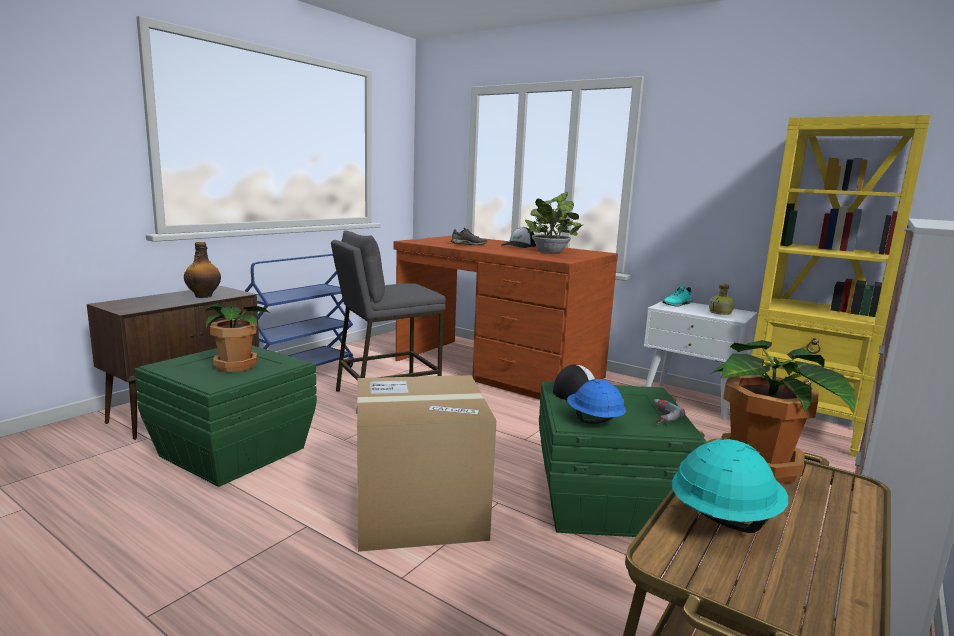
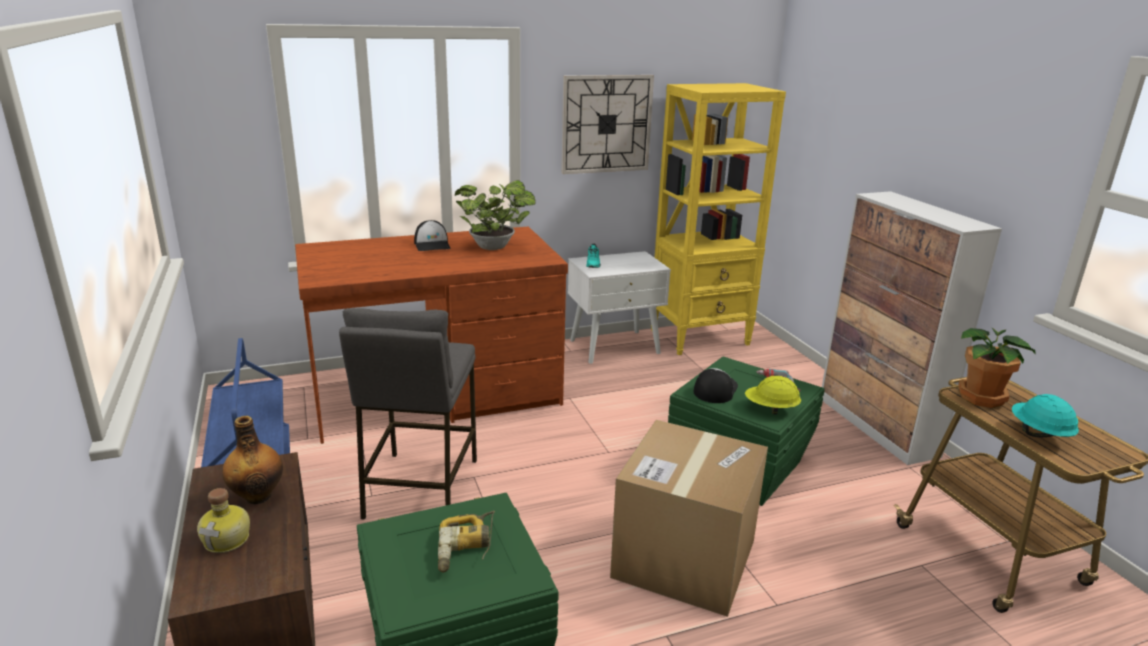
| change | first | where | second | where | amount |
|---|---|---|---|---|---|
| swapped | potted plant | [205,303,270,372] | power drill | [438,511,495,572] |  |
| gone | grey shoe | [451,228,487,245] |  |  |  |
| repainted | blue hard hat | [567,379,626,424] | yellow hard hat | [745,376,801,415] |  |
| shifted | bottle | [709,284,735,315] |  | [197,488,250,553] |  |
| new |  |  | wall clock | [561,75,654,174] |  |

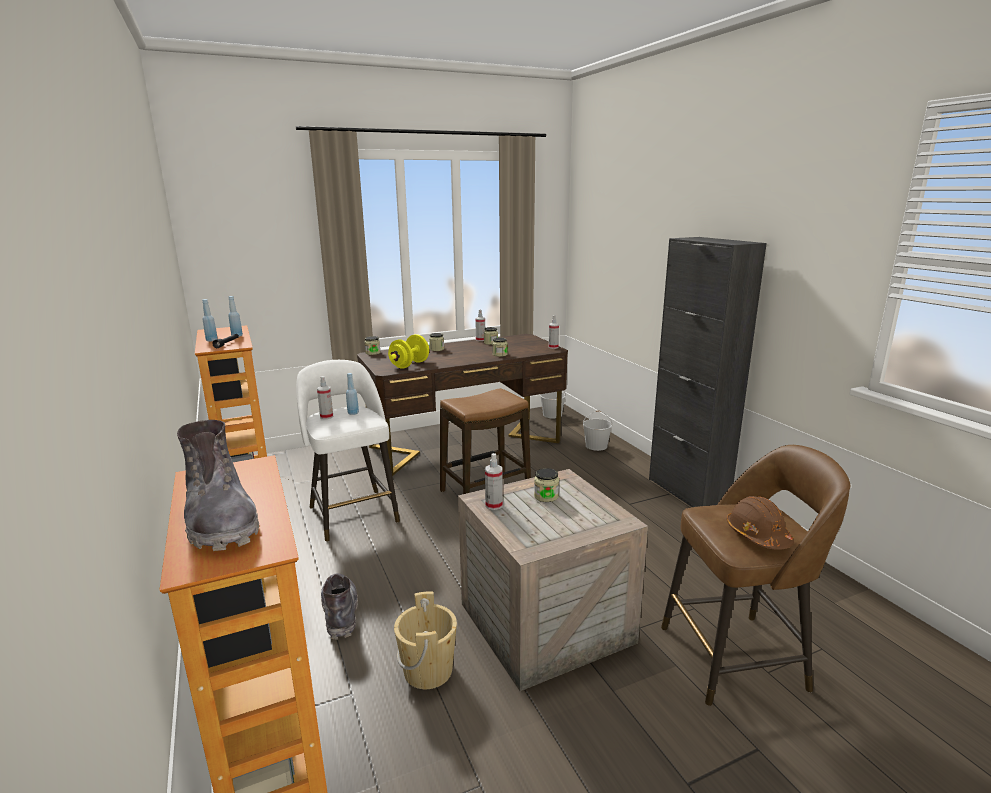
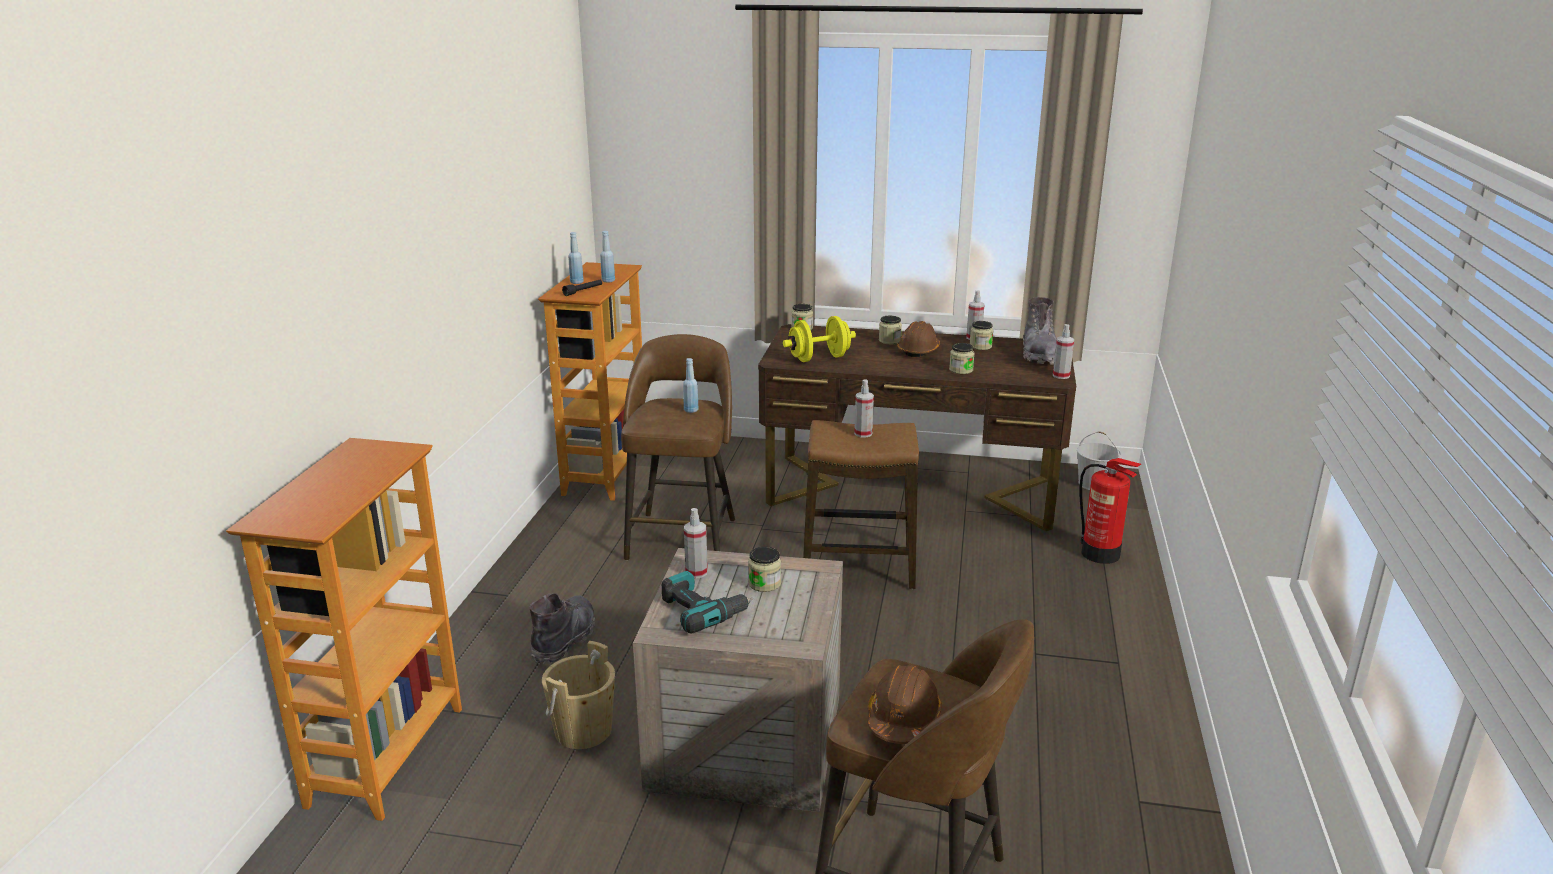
| change | first | where | second | where | amount |
|---|---|---|---|---|---|
| shifted | grey boot | [177,420,259,551] |  | [1023,297,1057,365] |  |
| repainted | white stool | [296,360,400,542] | brown stool | [621,334,735,560] |  |
| shifted | spray bottle | [317,376,333,419] |  | [854,379,874,437] |  |
| swapped | white bucket | [583,411,612,451] | fire extinguisher | [1079,458,1141,564] |  |
| gone | black cabinet | [649,237,767,507] |  |  |  |
| new |  |  | power drill | [662,571,753,633] |  |
| new |  |  | brown hard hat | [897,321,940,357] |  |

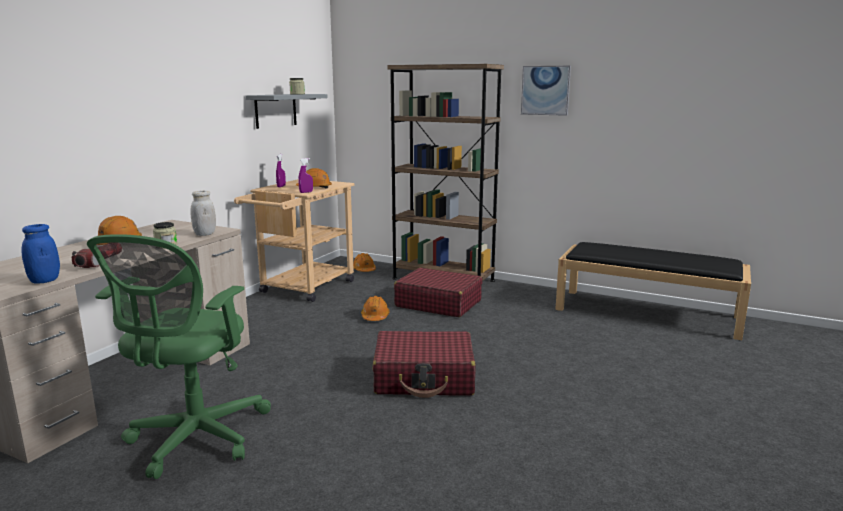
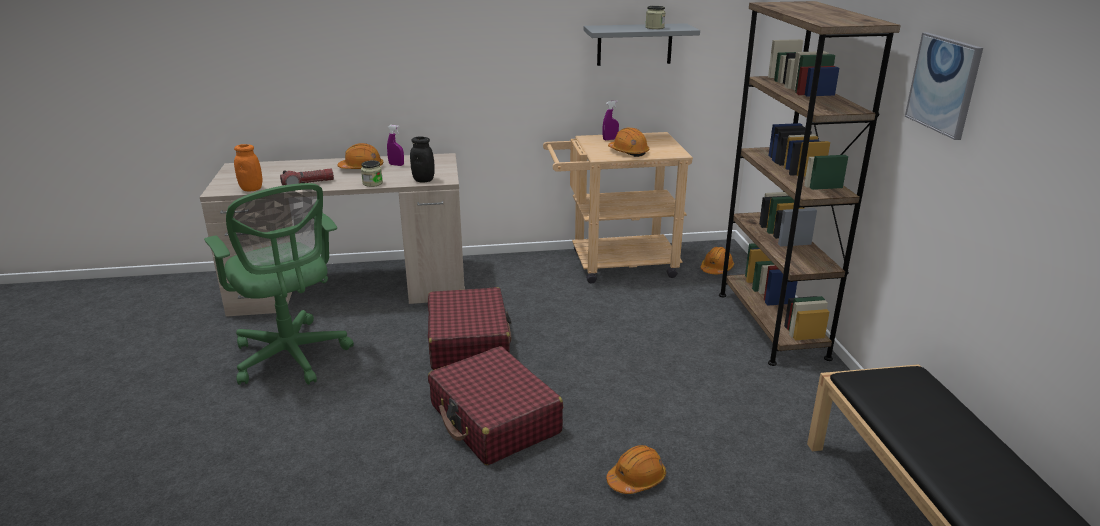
| change | first | where | second | where | amount |
|---|---|---|---|---|---|
| repainted | blue jar | [21,224,60,283] | orange jar | [234,144,262,191] |  |
| rotated | green office chair | [87,234,271,479] |  | [204,183,354,385] | 105 degrees counterclockwise |
| repainted | white jar | [190,190,216,236] | black jar | [410,137,435,183] |  |
| shifted | purple spray bottle | [298,158,313,193] |  | [387,125,404,166] |  |
| shifted | orange hard hat | [361,296,390,321] |  | [606,445,666,494] |  |
| shifted | red suitcase | [394,268,482,317] |  | [428,287,511,370] |  |

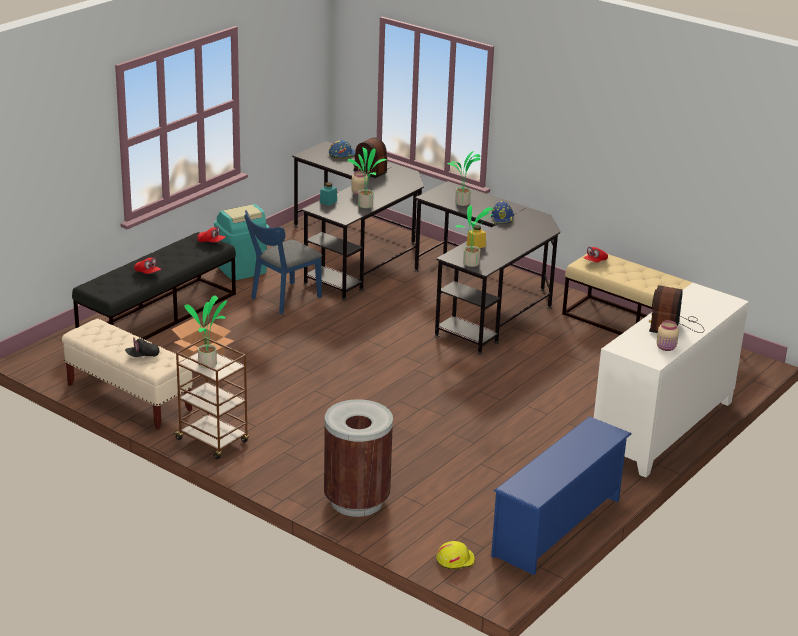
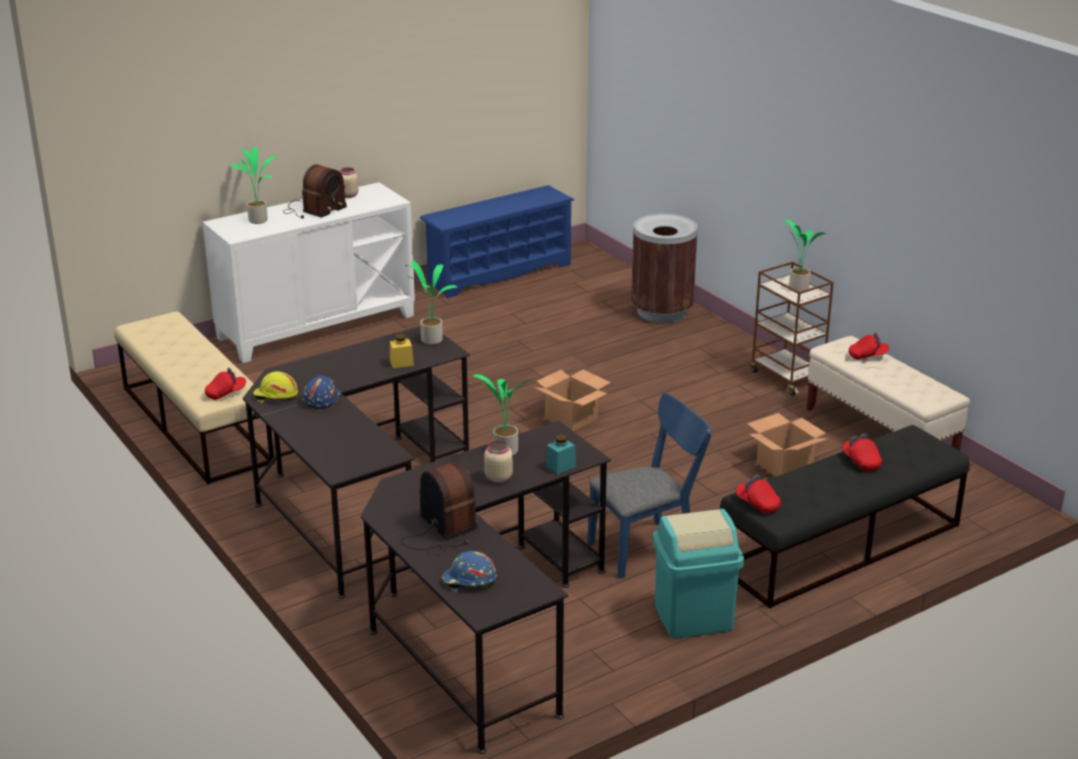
| change | first | where | second | where | amount |
|---|---|---|---|---|---|
| repainted | black cap | [125,337,159,357] | red cap | [849,332,889,360] |  |
| shifted | yellow hard hat | [436,541,475,569] |  | [253,371,298,403] |  |
| shifted | potted plant | [447,151,480,206] |  | [231,147,277,224] |  |
| new |  |  | cardboard box | [534,370,611,431] |  |

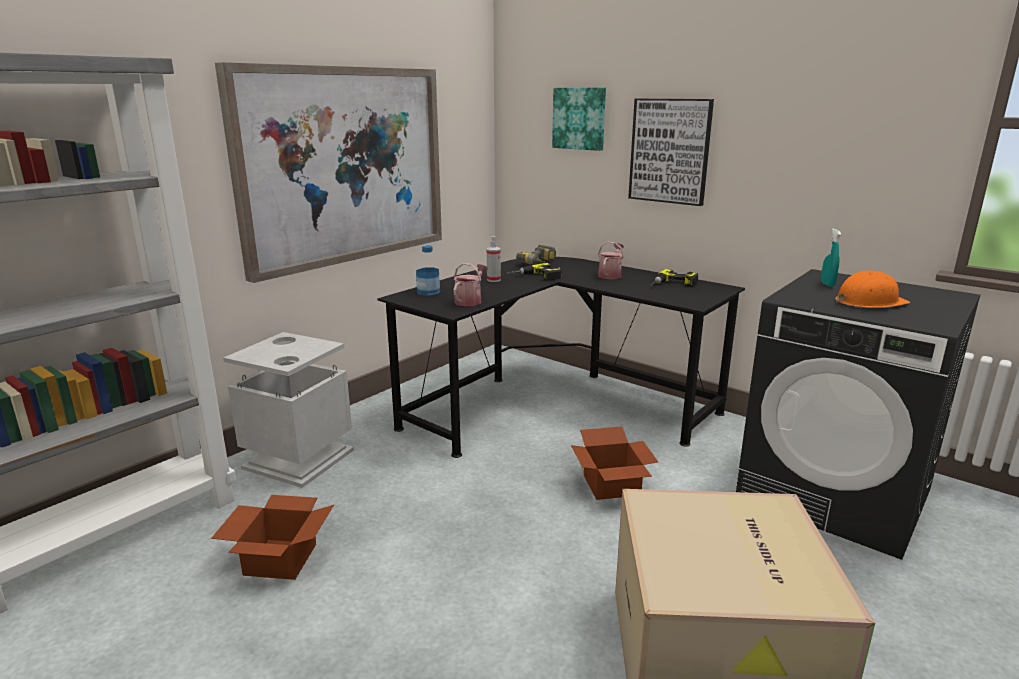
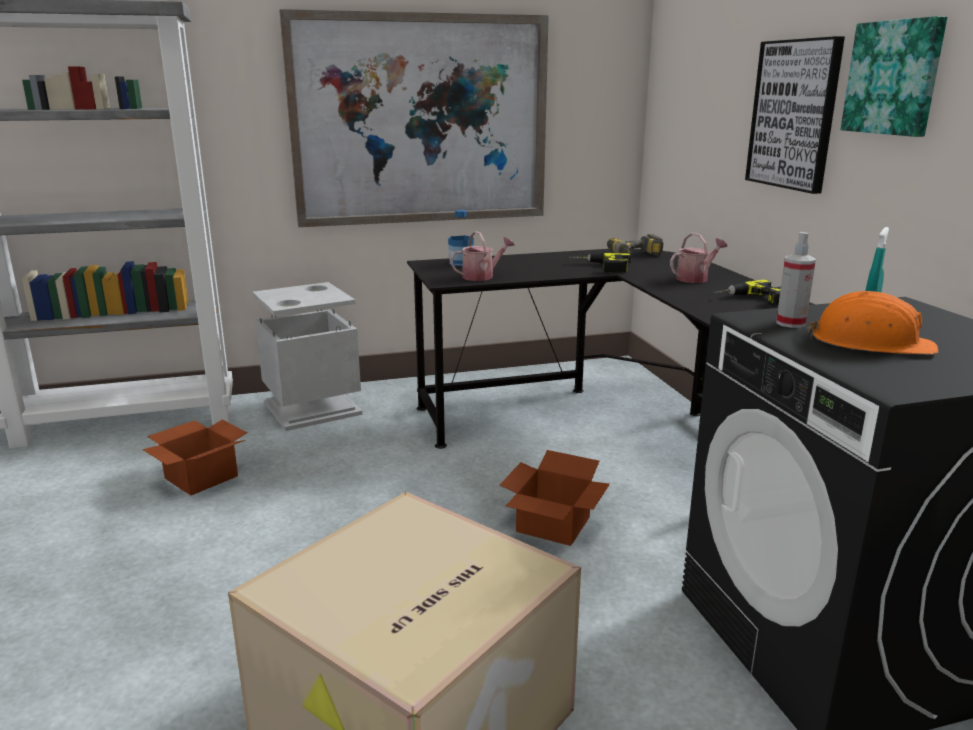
| change | first | where | second | where | amount |
|---|---|---|---|---|---|
| shifted | spray bottle | [487,236,501,282] |  | [776,232,816,328] |  |
| shifted | picture | [552,88,606,151] |  | [841,16,947,137] |  |

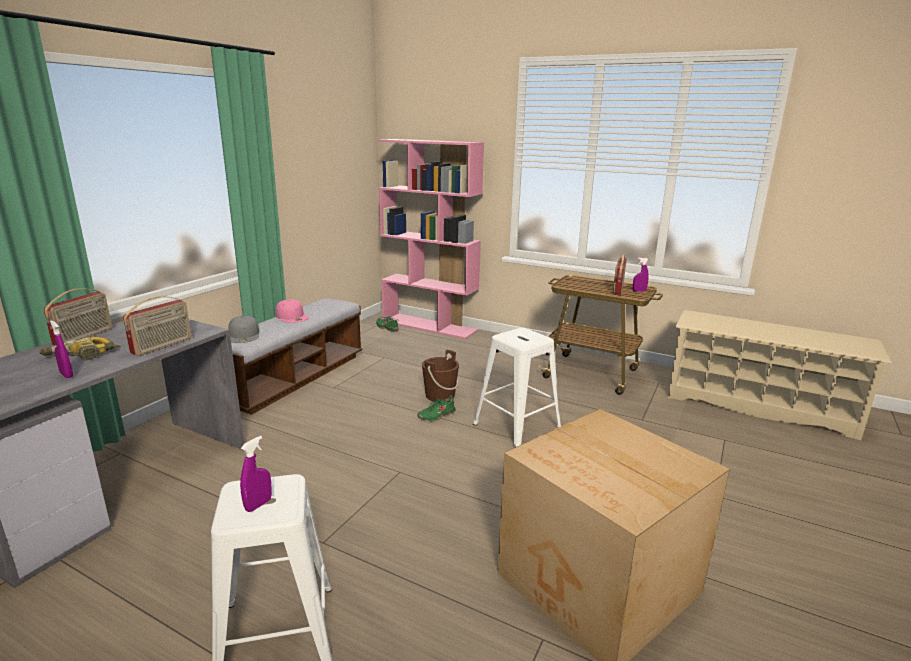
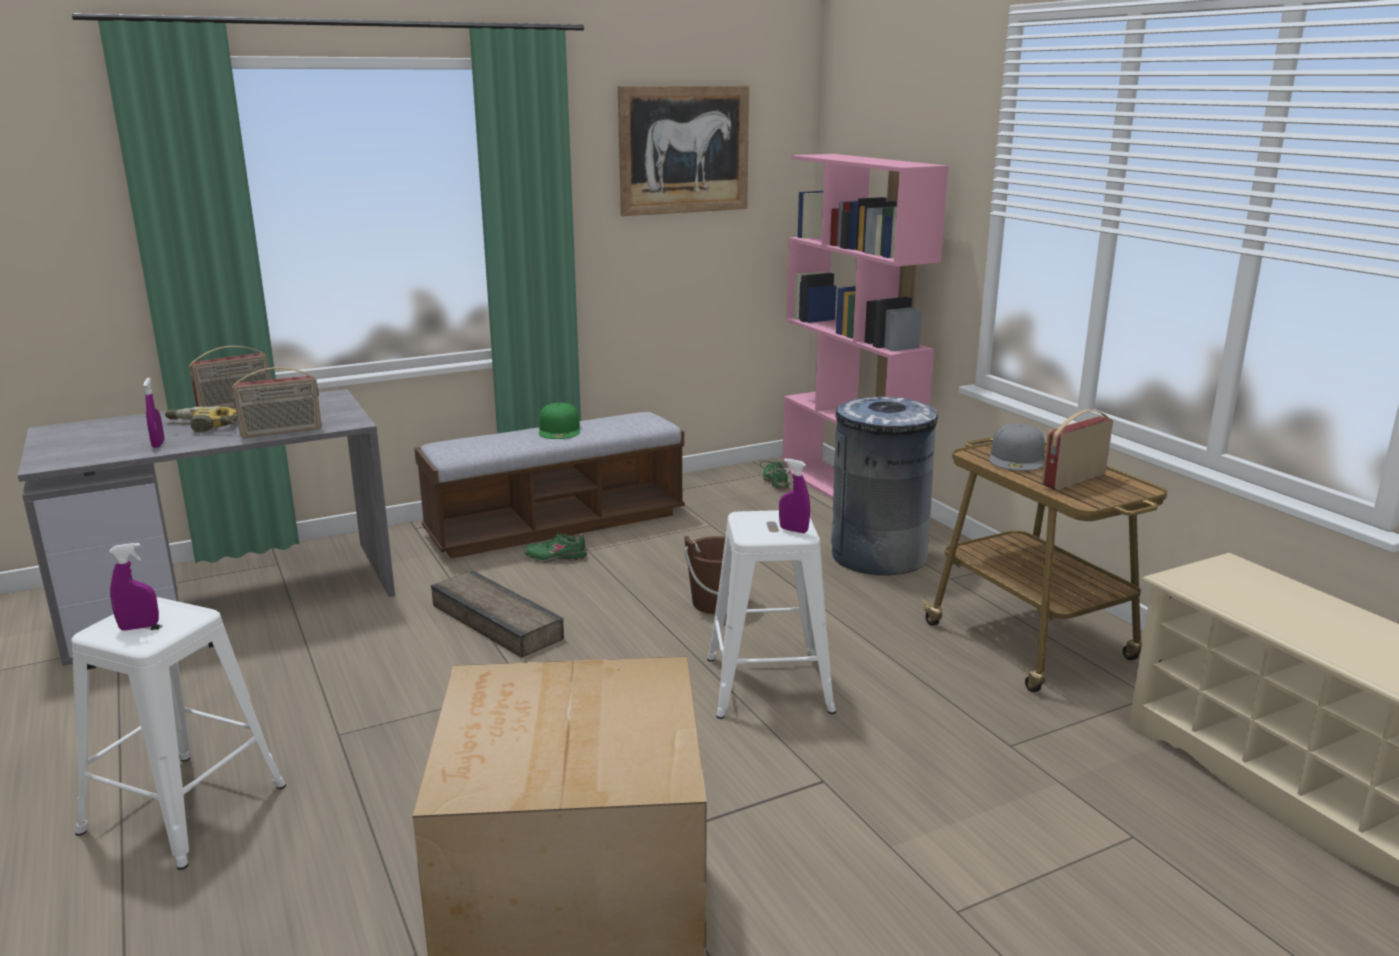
| change | first | where | second | where | amount |
|---|---|---|---|---|---|
| shifted | grey cap | [228,316,259,343] |  | [989,423,1045,471] |  |
| repainted | pink cap | [276,299,309,323] | green cap | [539,403,580,439] |  |
| shifted | green shoe | [417,396,456,421] |  | [524,533,587,562] |  |
| shifted | purple spray bottle | [633,258,649,292] |  | [779,459,810,533] |  |
| new |  |  | crate | [431,570,564,658] |  |
| new |  |  | picture | [618,86,749,216] |  |
| new |  |  | grey trash can | [831,397,938,575] |  |

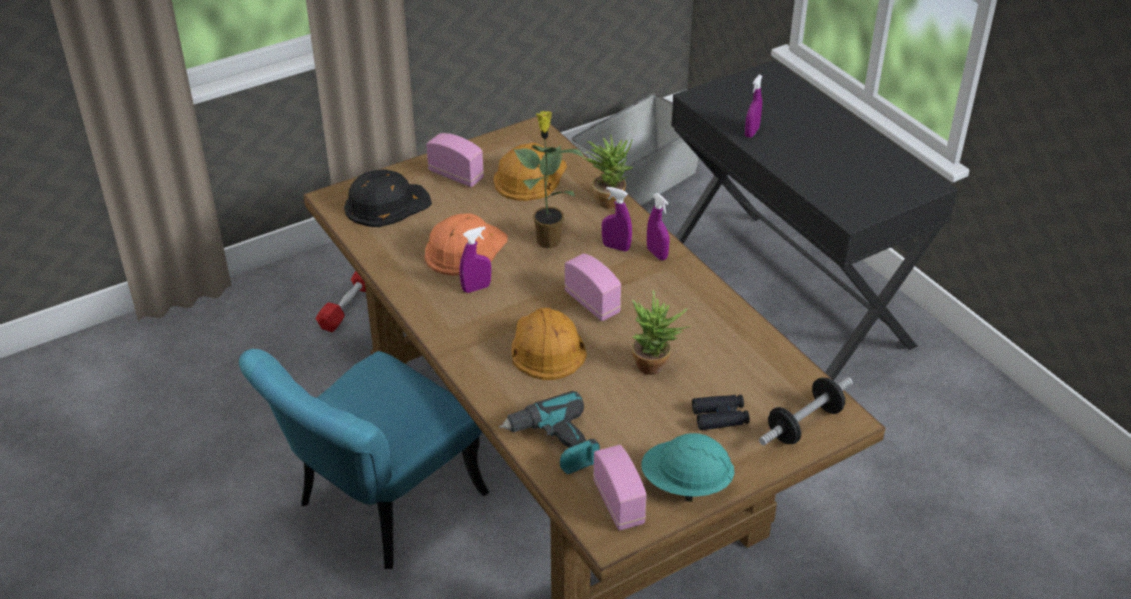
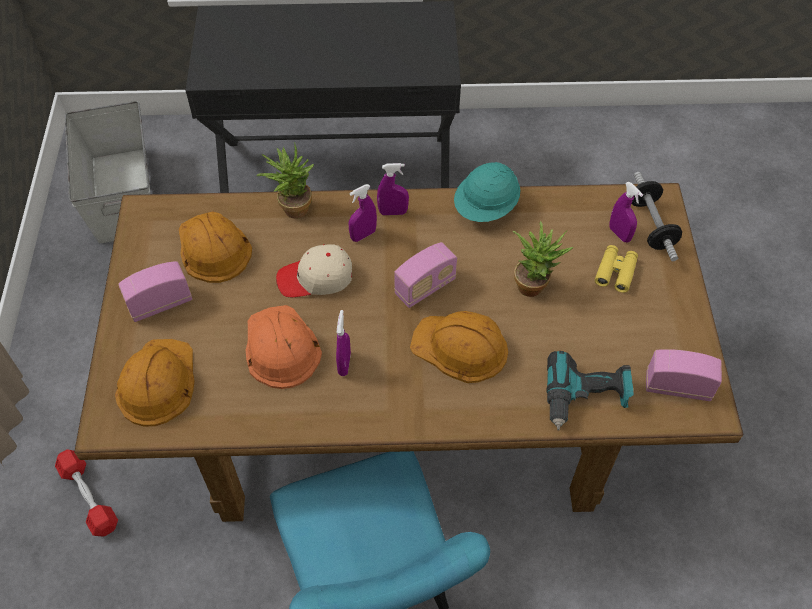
| change | first | where | second | where | amount |
|---|---|---|---|---|---|
| repainted | black hard hat | [344,169,432,227] | orange hard hat | [115,339,195,426] |  |
| swapped | potted plant | [514,111,585,248] | beige cap | [276,244,352,297] |  |
| rotated | radio | [564,254,621,321] |  | [394,242,457,308] | 150 degrees clockwise |
| shifted | turquoise hard hat | [641,433,735,502] |  | [454,162,521,222] |  |
| repainted | black binoculars | [692,395,750,430] | yellow binoculars | [595,245,638,293] |  |
| shifted | purple spray bottle | [745,75,762,138] |  | [609,182,643,243] |  |

